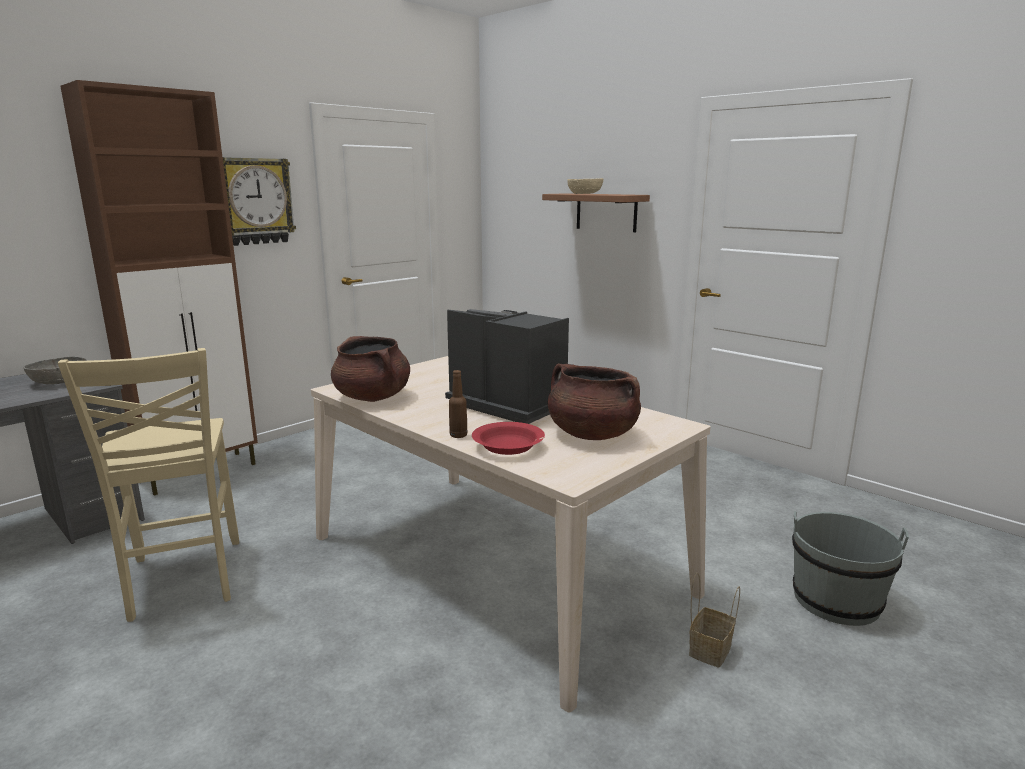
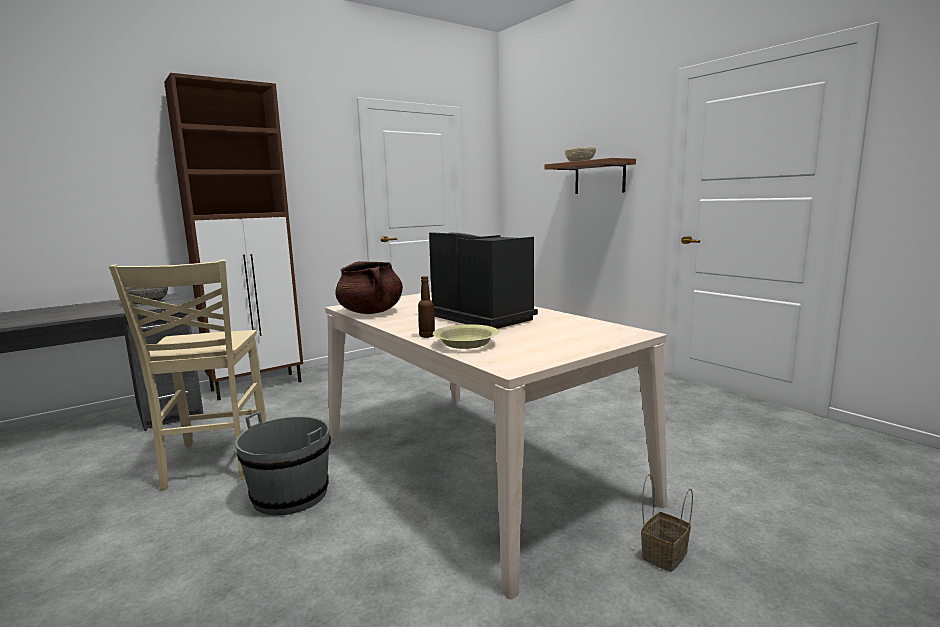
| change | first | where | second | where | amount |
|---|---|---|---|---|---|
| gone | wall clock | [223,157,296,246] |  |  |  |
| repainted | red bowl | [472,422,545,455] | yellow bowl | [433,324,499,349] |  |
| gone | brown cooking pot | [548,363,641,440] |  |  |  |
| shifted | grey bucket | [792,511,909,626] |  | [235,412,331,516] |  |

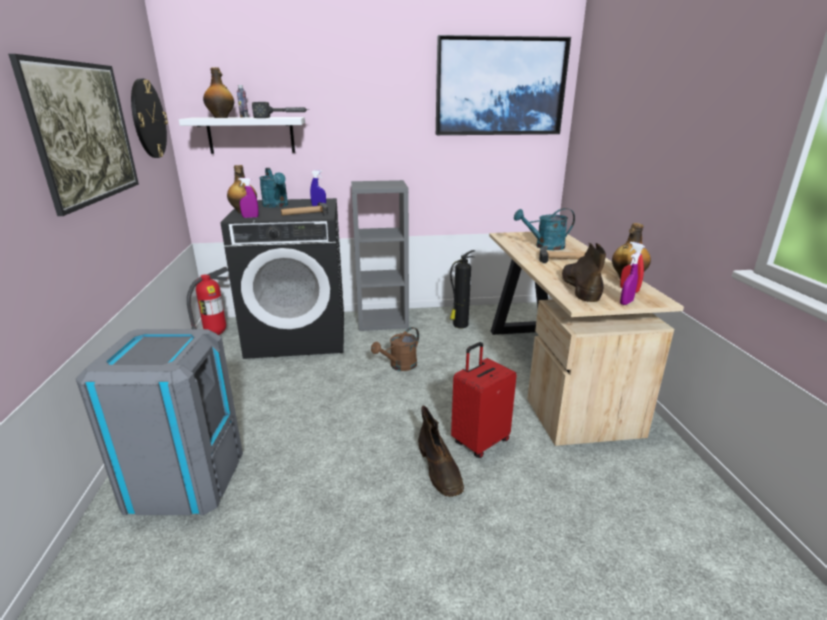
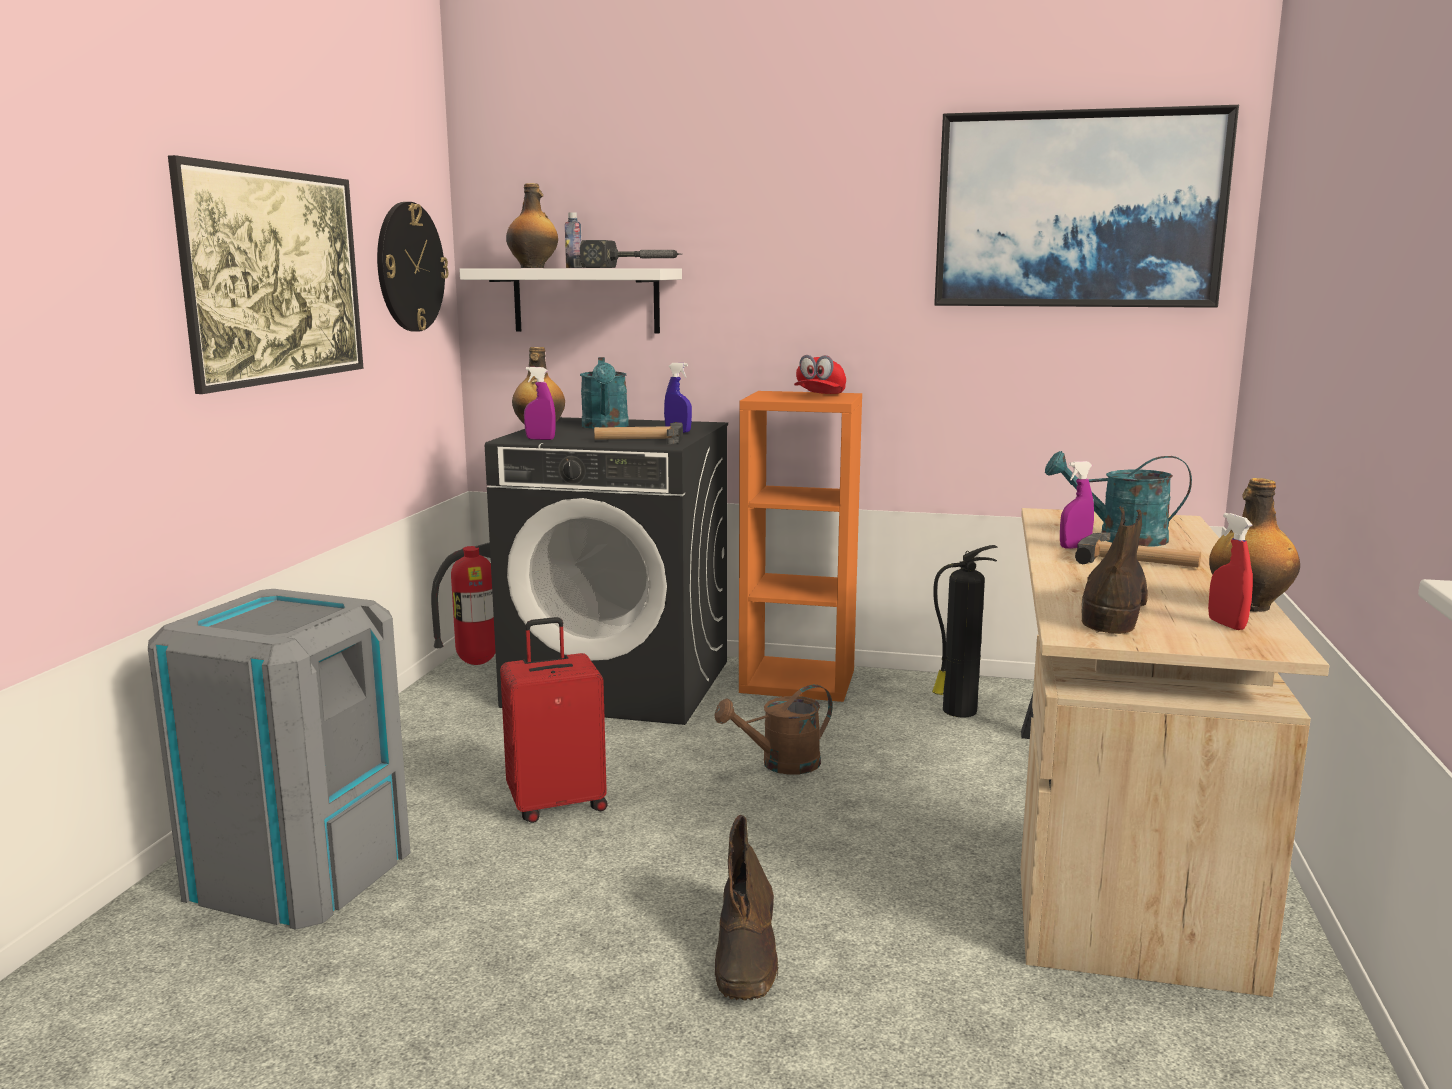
| change | first | where | second | where | amount |
|---|---|---|---|---|---|
| repainted | grey bookcase | [351,180,409,331] | orange bookcase | [739,391,862,702] |  |
| shifted | red suitcase | [451,342,517,458] |  | [500,617,608,823] |  |
| shifted | purple spray bottle | [620,253,640,305] |  | [1060,461,1094,548] |  |
| new |  |  | red cap | [794,355,846,394] |  |

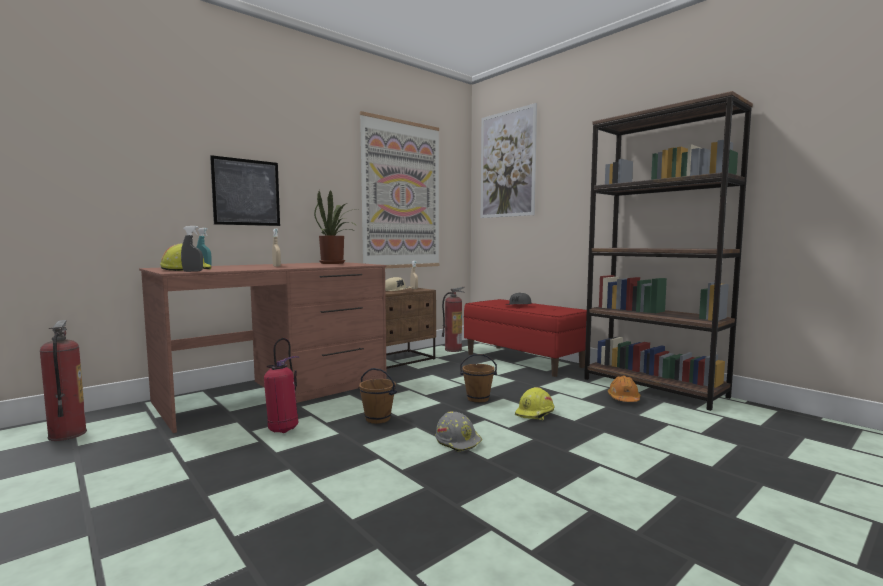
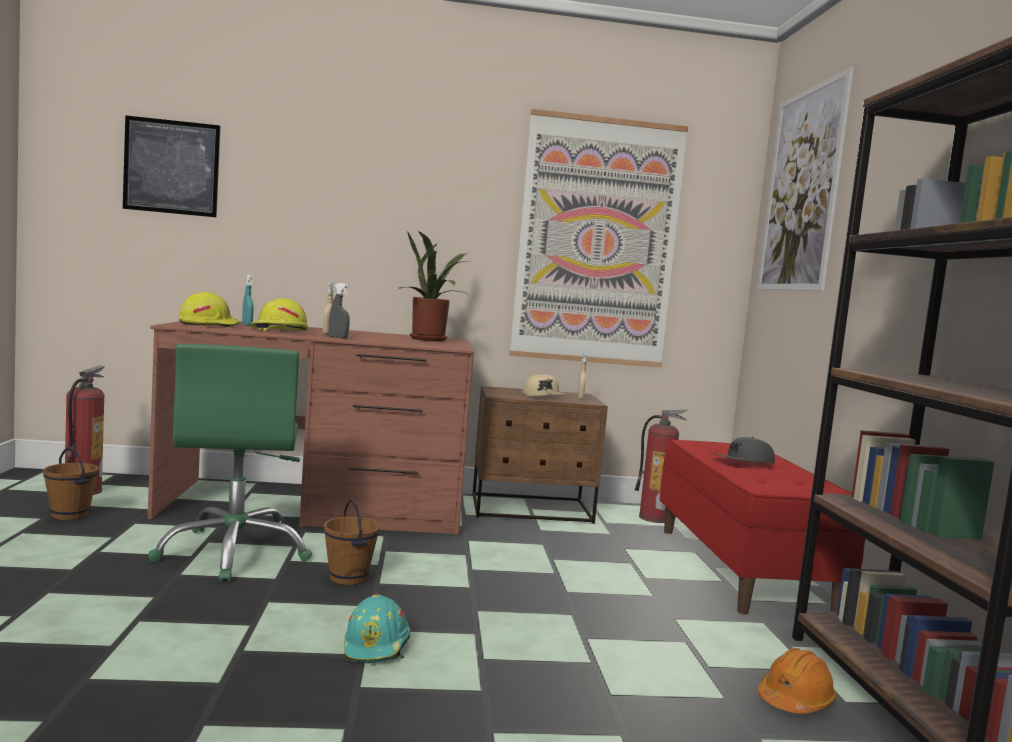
| change | first | where | second | where | amount |
|---|---|---|---|---|---|
| shifted | grey spray bottle | [181,226,203,272] |  | [329,283,350,338] |  |
| shifted | picture | [210,155,280,226] |  | [123,115,220,217] |  |
| swapped | fire extinguisher | [264,338,299,433] | green office chair | [148,344,312,582] |  |
| repainted | grey hard hat | [435,411,482,452] | turquoise hard hat | [344,594,410,664] |  |
| shifted | brown bucket | [460,354,497,403] |  | [43,447,99,520] |  |
| shifted | yellow hard hat | [515,387,555,420] |  | [249,298,308,331] |  |

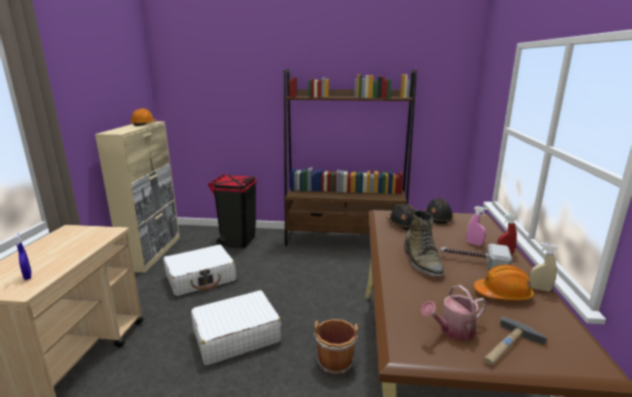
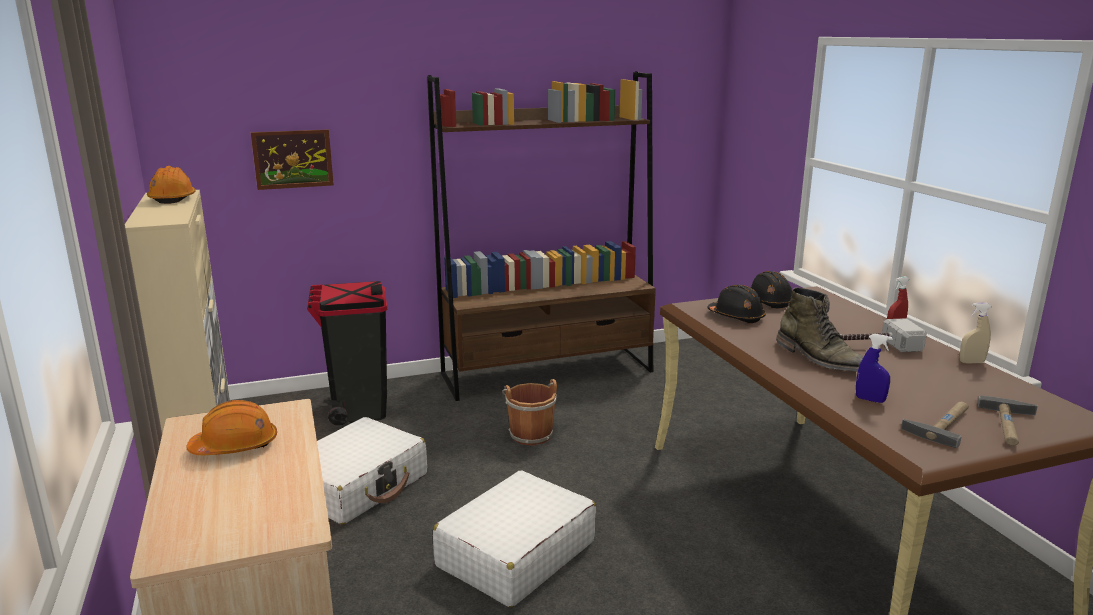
| change | first | where | second | where | amount |
|---|---|---|---|---|---|
| shifted | blue spray bottle | [15,233,32,280] |  | [856,334,893,403] |  |
| shifted | brown bucket | [314,319,359,375] |  | [502,379,557,445] |  |
| swapped | watering can | [421,285,487,340] | hammer | [901,402,969,448] |  |
| gone | pink spray bottle | [466,206,487,246] |  |  |  |
| shifted | orange hard hat | [474,265,534,301] |  | [186,400,277,455] |  |
| new |  |  | picture | [251,129,334,190] |  |

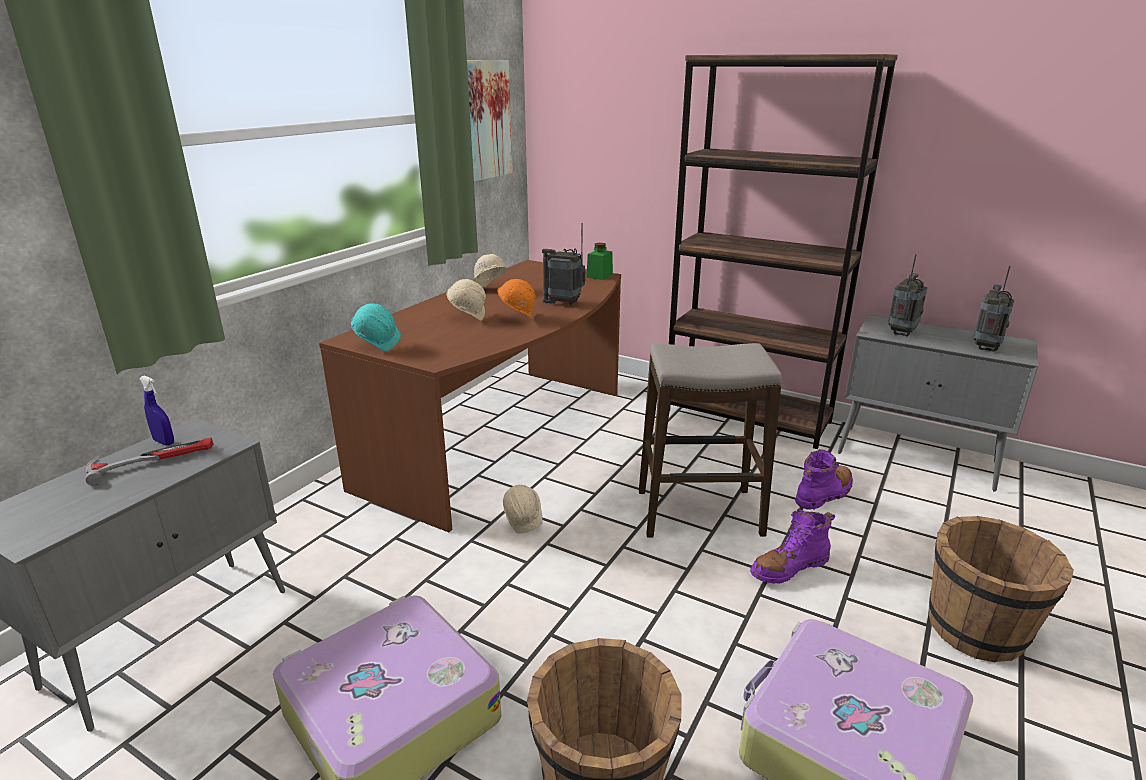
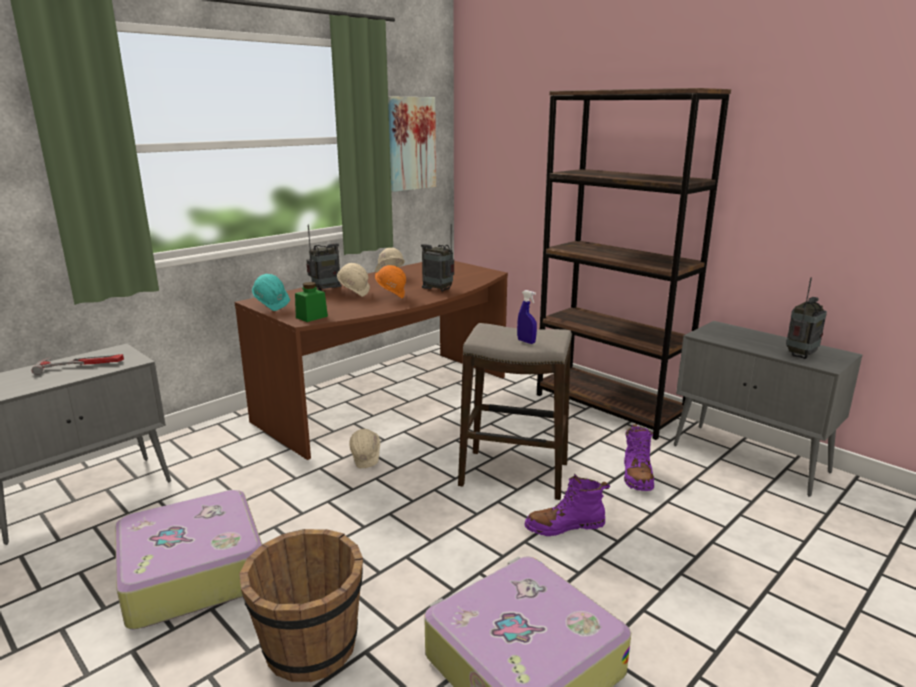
| change | first | where | second | where | amount |
|---|---|---|---|---|---|
| shifted | blue spray bottle | [139,376,174,446] |  | [517,290,537,344] |  |
| shifted | green jar | [586,243,613,280] |  | [295,282,328,322] |  |
| rotated | purple boot | [795,449,853,510] |  | [624,424,654,491] | 120 degrees clockwise |
| shifted | radio | [888,254,927,336] |  | [307,225,341,291] |  |
| gone | brown bucket | [928,516,1074,662] |  |  |  |

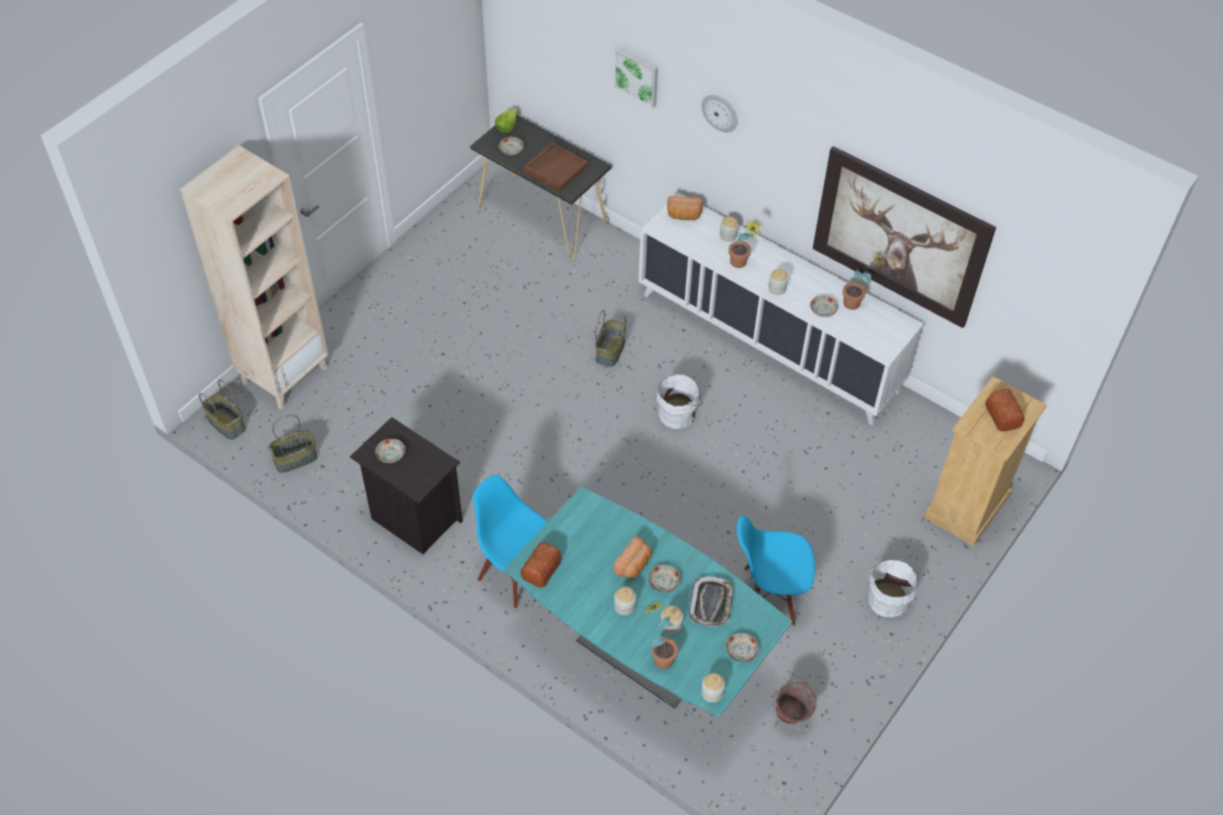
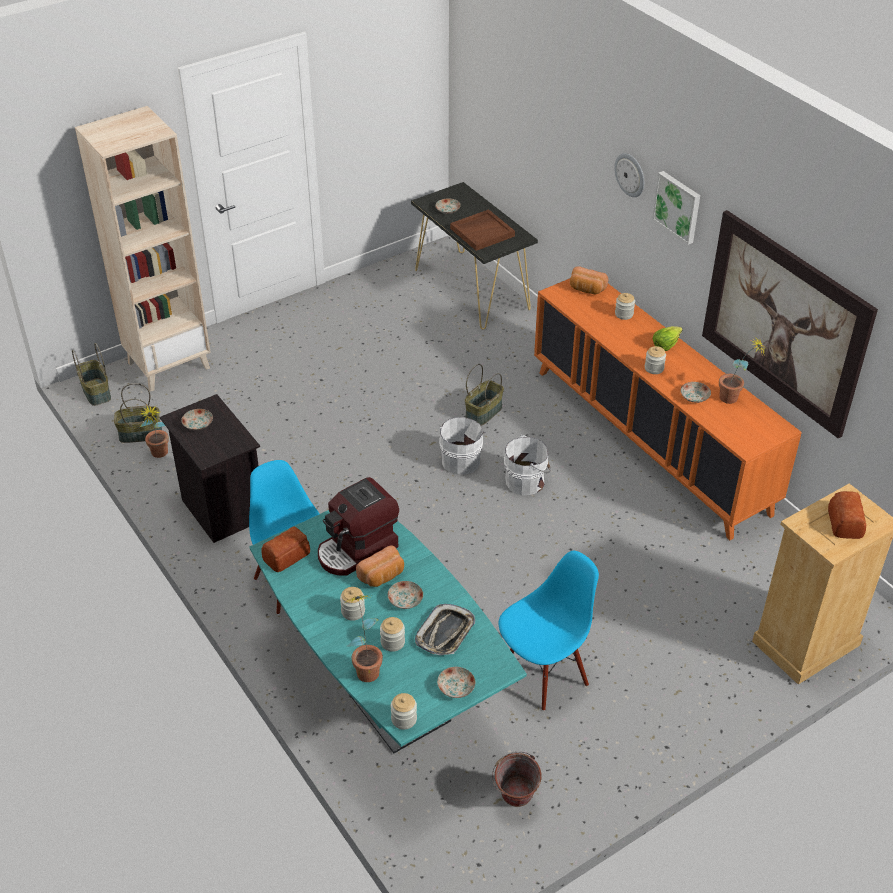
| change | first | where | second | where | amount |
|---|---|---|---|---|---|
| shifted | lettuce | [495,108,518,133] |  | [653,326,683,351] |  |
| shifted | picture | [614,47,658,108] |  | [652,171,700,245] |  |
| repainted | white cabinet | [638,192,924,426] | orange cabinet | [534,279,802,540] |  |
| shifted | potted plant | [729,219,762,268] |  | [140,404,169,458] |  |
| rotated | blue chair | [737,515,815,626] |  | [499,551,599,711] | 120 degrees clockwise |
| shifted | white bucket | [867,559,919,617] |  | [439,417,486,474] |  |
| new |  |  | coffee machine | [318,477,399,576] |  |

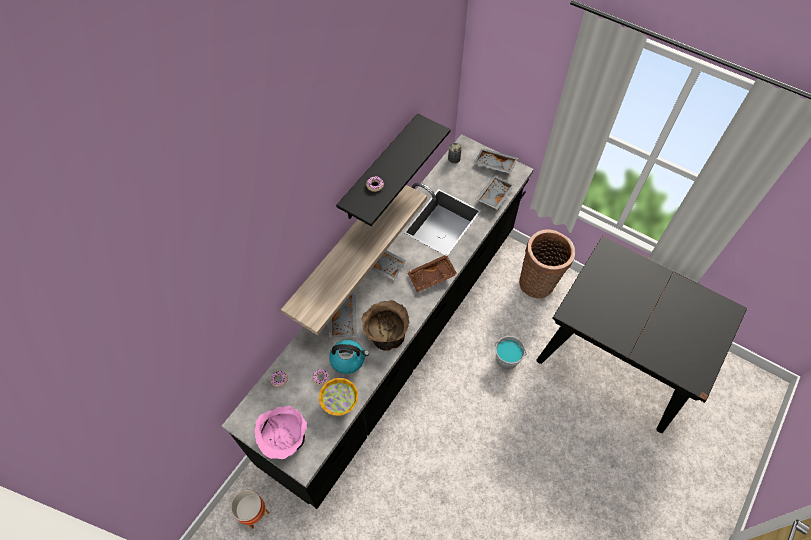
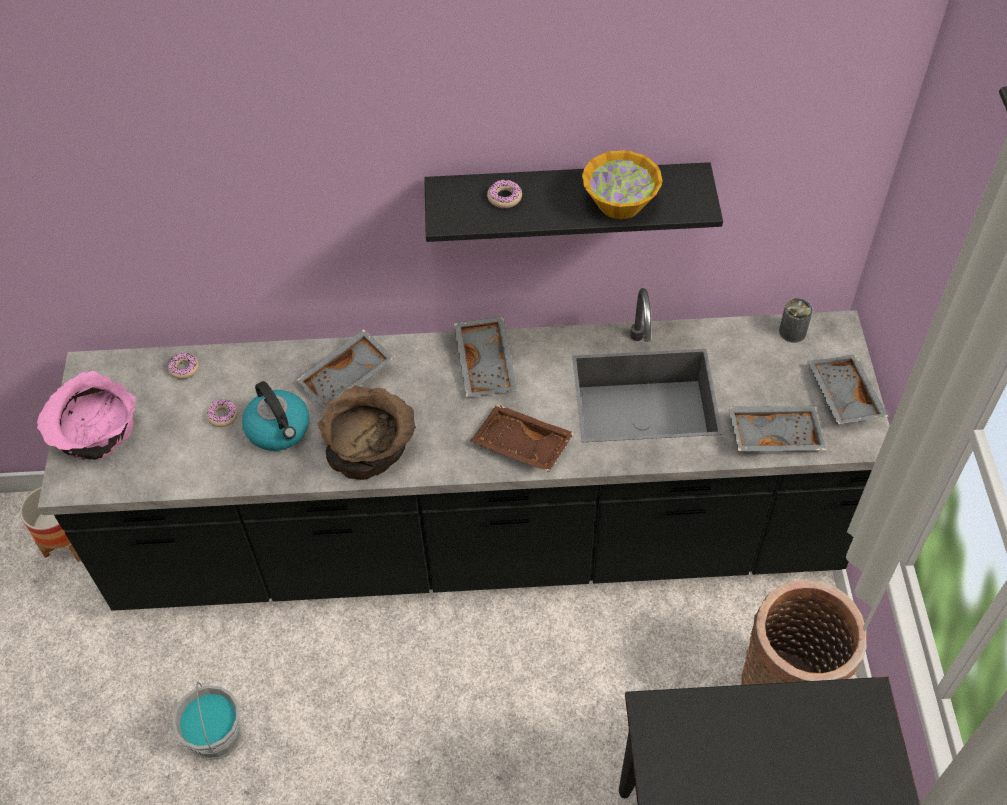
| change | first | where | second | where | amount |
|---|---|---|---|---|---|
| gone | shelf | [281,185,427,335] |  |  |  |
| shifted | bowl | [319,378,358,416] |  | [582,150,662,219] |  |
| shifted | grey bucket | [495,336,526,370] |  | [172,681,241,760] |  |

